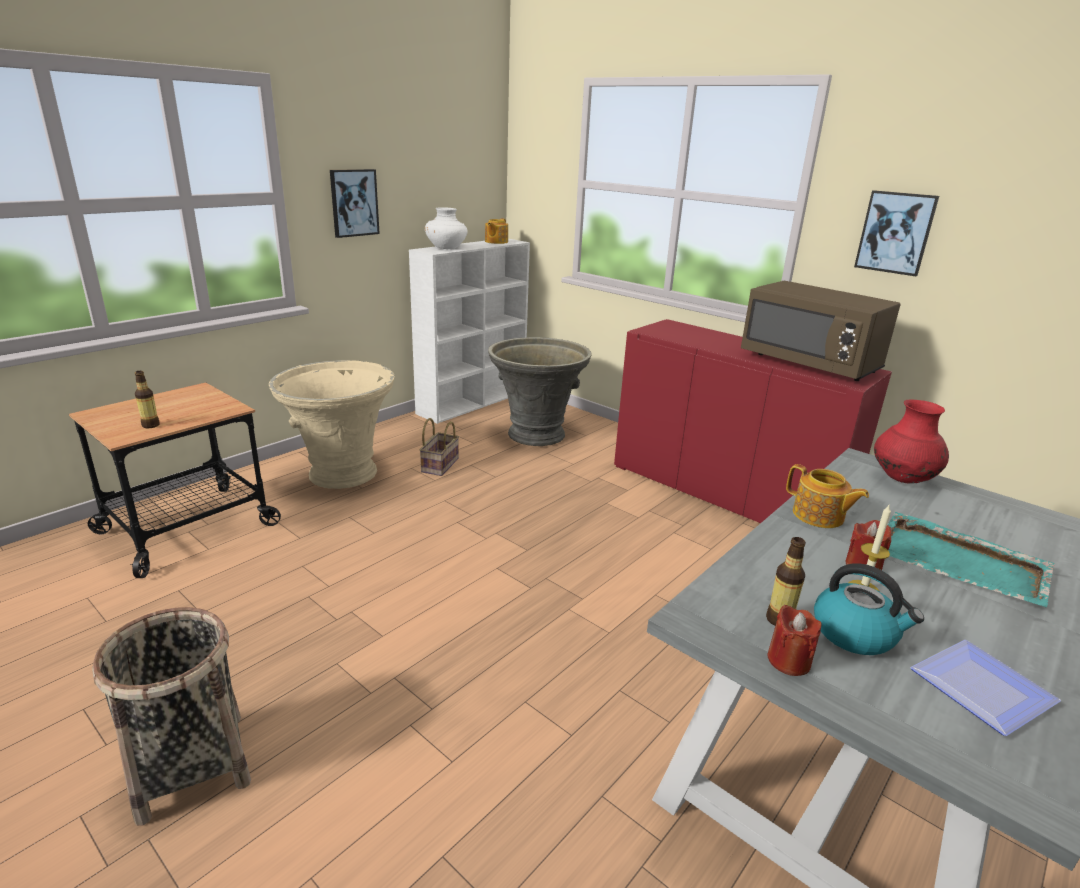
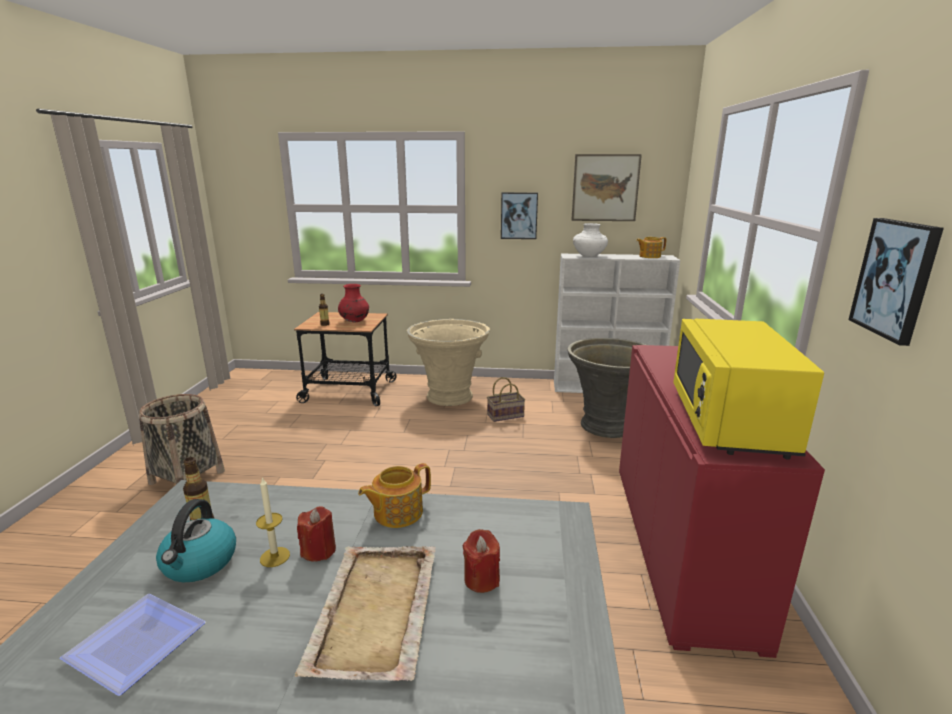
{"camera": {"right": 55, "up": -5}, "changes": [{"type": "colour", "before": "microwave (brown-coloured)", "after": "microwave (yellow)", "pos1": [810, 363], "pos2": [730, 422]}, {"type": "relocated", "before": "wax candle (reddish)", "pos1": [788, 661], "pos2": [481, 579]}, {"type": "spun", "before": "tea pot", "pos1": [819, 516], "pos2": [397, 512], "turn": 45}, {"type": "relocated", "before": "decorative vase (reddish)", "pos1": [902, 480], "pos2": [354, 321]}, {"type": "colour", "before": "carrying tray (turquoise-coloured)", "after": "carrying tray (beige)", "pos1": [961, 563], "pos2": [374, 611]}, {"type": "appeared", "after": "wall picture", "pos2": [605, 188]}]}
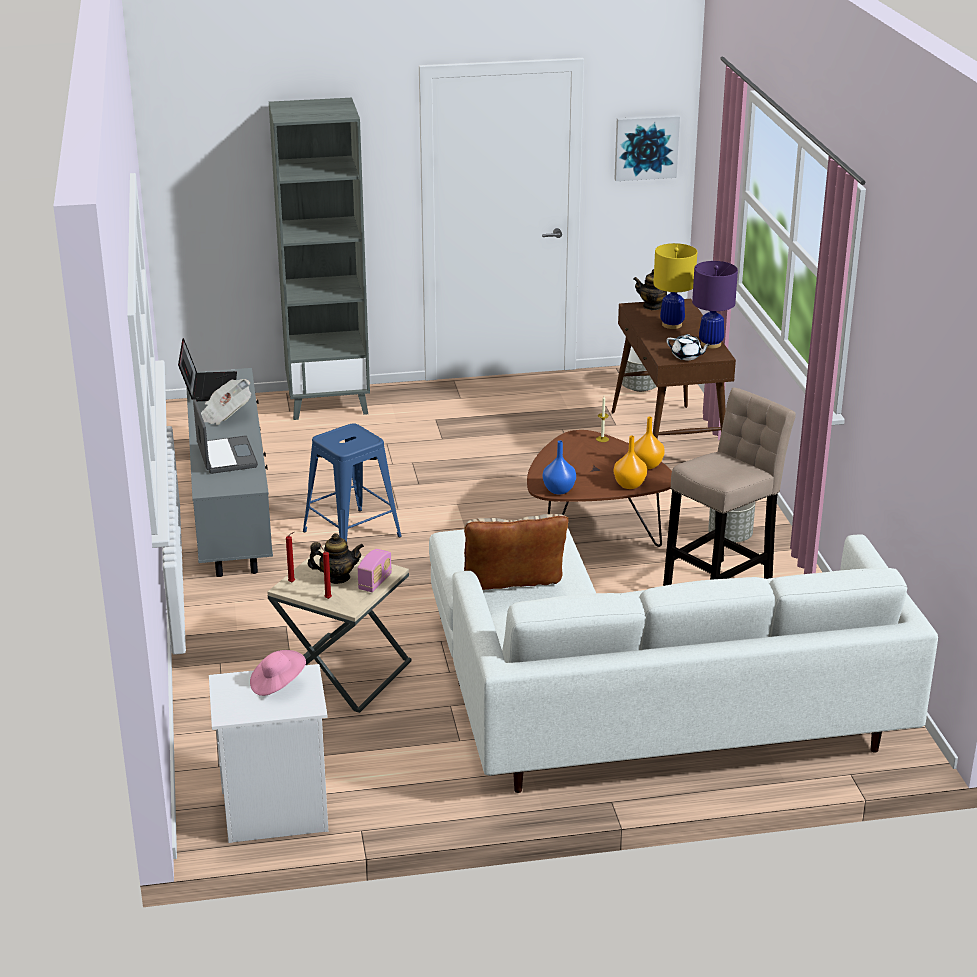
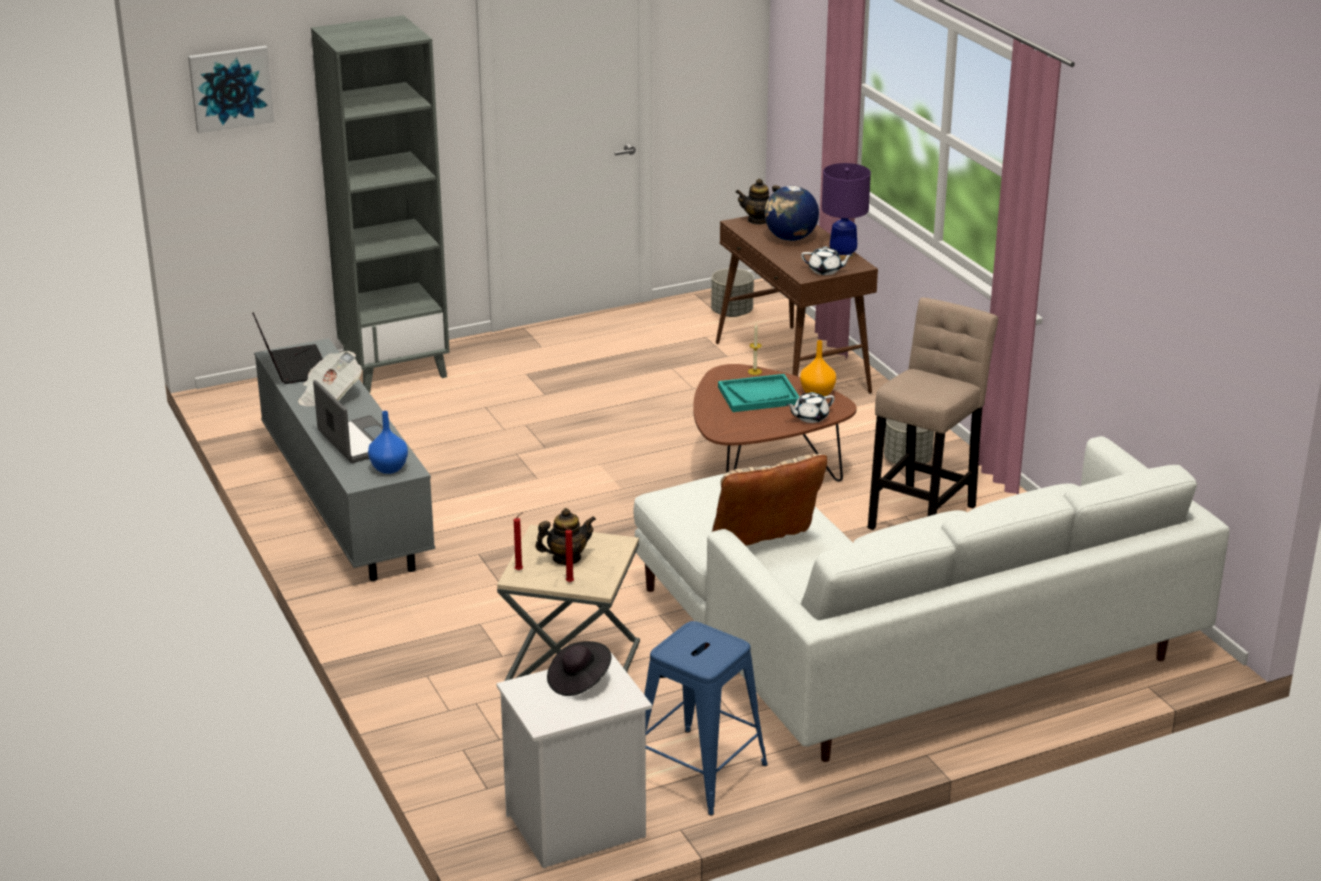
{"camera": {"right": -15, "up": 0}, "changes": [{"type": "colour", "before": "wearable hat (pink)", "after": "wearable hat (black)", "pos1": [277, 684], "pos2": [579, 681]}, {"type": "relocated", "before": "stool seat (bluish)", "pos1": [351, 534], "pos2": [699, 772]}, {"type": "missing", "before": "radio set", "pos1": [375, 582]}, {"type": "relocated", "before": "decorative vase (bluish)", "pos1": [558, 490], "pos2": [388, 468]}, {"type": "relocated", "before": "wall picture", "pos1": [646, 147], "pos2": [230, 88]}, {"type": "exchanged", "before": "decorative vase (orangey)", "after": "tea pot (white-coloured)", "pos1": [629, 485], "pos2": [810, 417]}, {"type": "exchanged", "before": "table lamp (yellow)", "after": "world globe", "pos1": [672, 325], "pos2": [790, 238]}, {"type": "appeared", "after": "carrying tray (turquoise-coloured)", "pos2": [759, 395]}]}
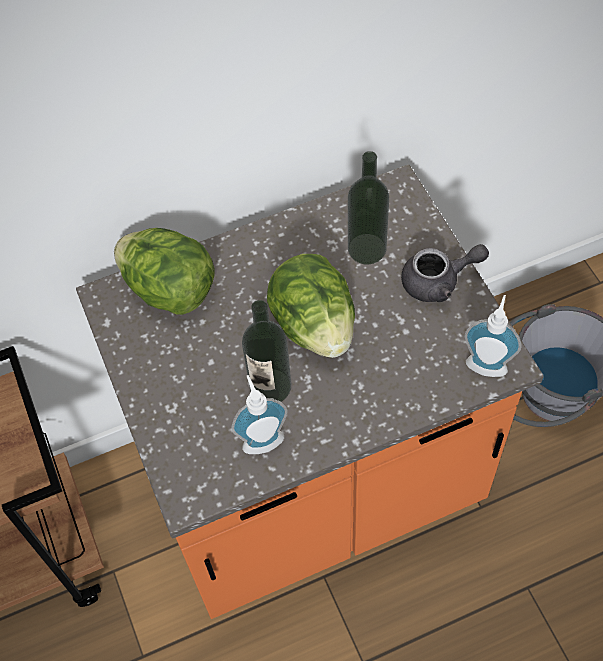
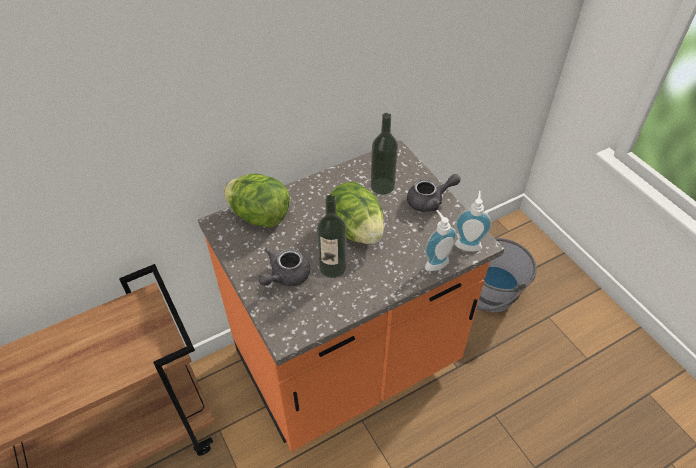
{"camera": {"right": -10, "up": -10}, "changes": [{"type": "relocated", "before": "soap bottle", "pos1": [261, 438], "pos2": [435, 262]}, {"type": "appeared", "after": "tea pot (grey)", "pos2": [285, 276]}]}
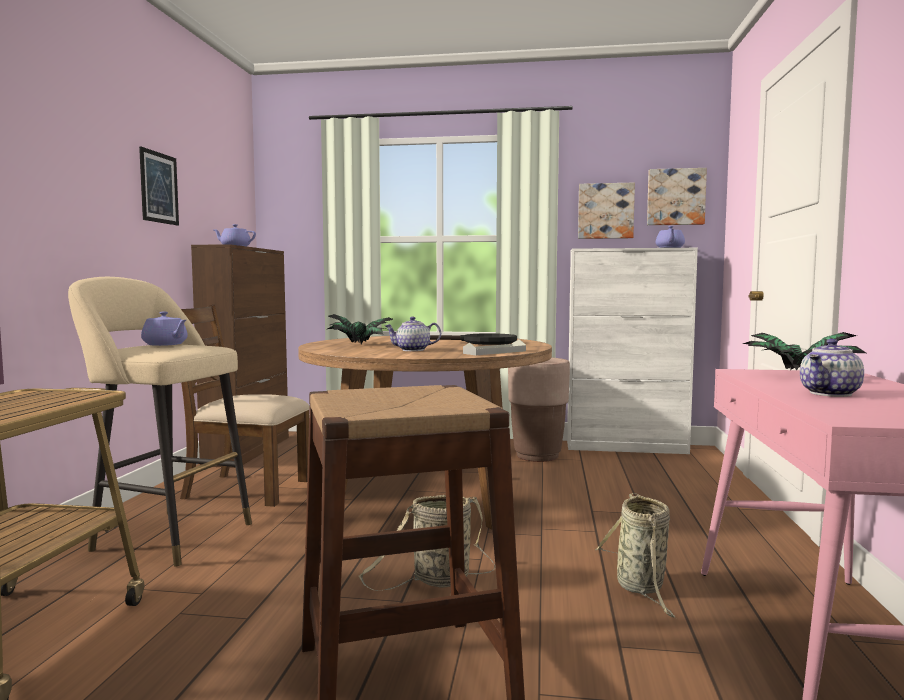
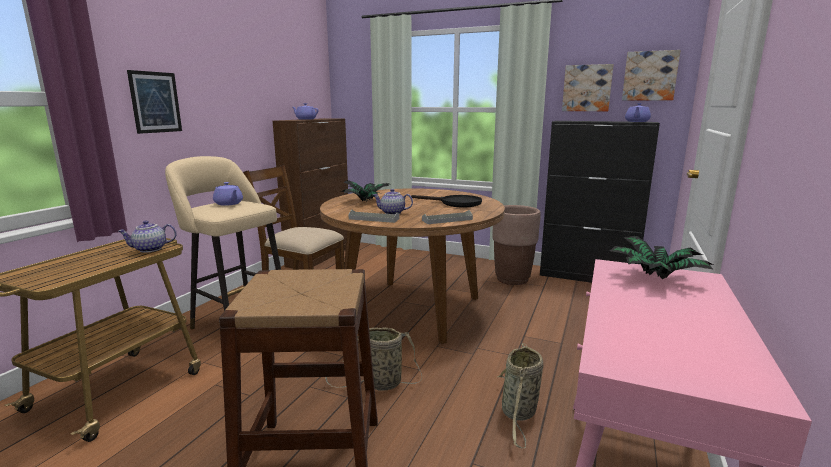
{"camera": {"right": 15, "up": 10}, "changes": [{"type": "relocated", "before": "wall picture", "pos1": [159, 187], "pos2": [155, 102]}, {"type": "colour", "before": "storage cabinet (white-coloured)", "after": "storage cabinet (black)", "pos1": [626, 447], "pos2": [587, 277]}, {"type": "relocated", "before": "tea pot", "pos1": [831, 394], "pos2": [150, 249]}, {"type": "appeared", "after": "carrying tray (grey)", "pos2": [374, 219]}]}
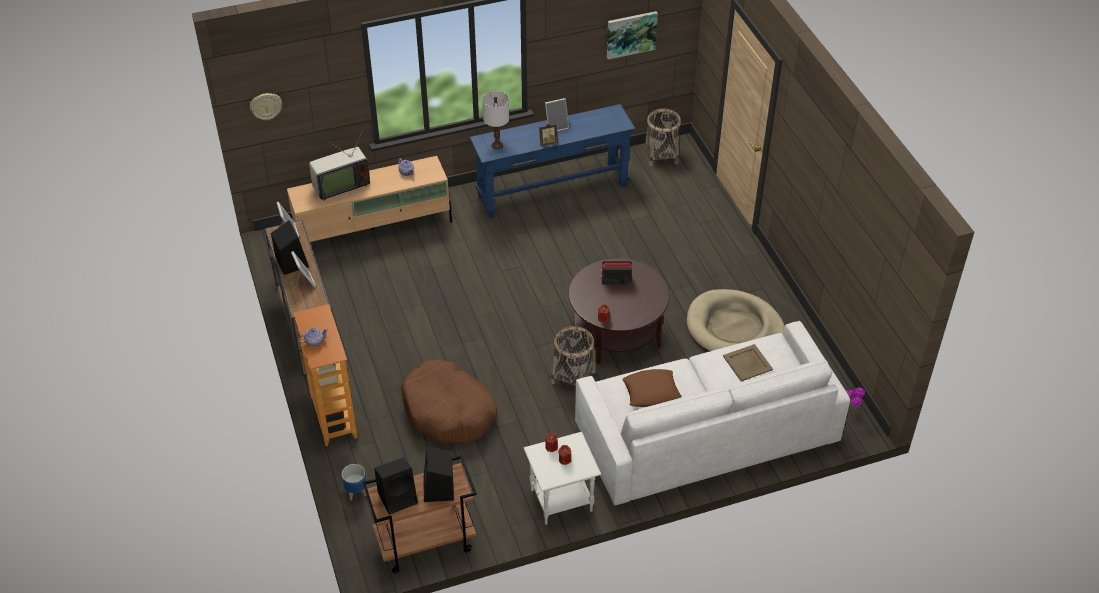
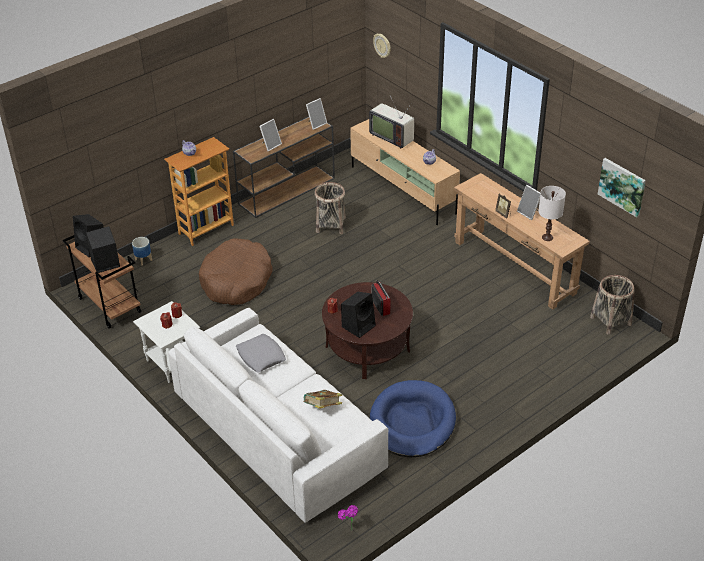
{"camera": {"right": 70, "up": -5}, "changes": [{"type": "relocated", "before": "loudspeaker (black)", "pos1": [291, 262], "pos2": [359, 325]}, {"type": "colour", "before": "narrow table (bluish)", "after": "narrow table (brown-coloured)", "pos1": [552, 190], "pos2": [514, 267]}, {"type": "relocated", "before": "table lamp (white-coloured)", "pos1": [497, 145], "pos2": [547, 237]}, {"type": "relocated", "before": "household basket", "pos1": [573, 376], "pos2": [330, 225]}, {"type": "colour", "before": "pillow (brown-coloured)", "after": "pillow (grey)", "pos1": [651, 392], "pos2": [261, 356]}, {"type": "colour", "before": "dog bed (beige)", "after": "dog bed (bluish)", "pos1": [734, 329], "pos2": [412, 422]}, {"type": "exchanged", "before": "carrying tray (beige)", "after": "bound book", "pos1": [747, 362], "pos2": [322, 408]}]}
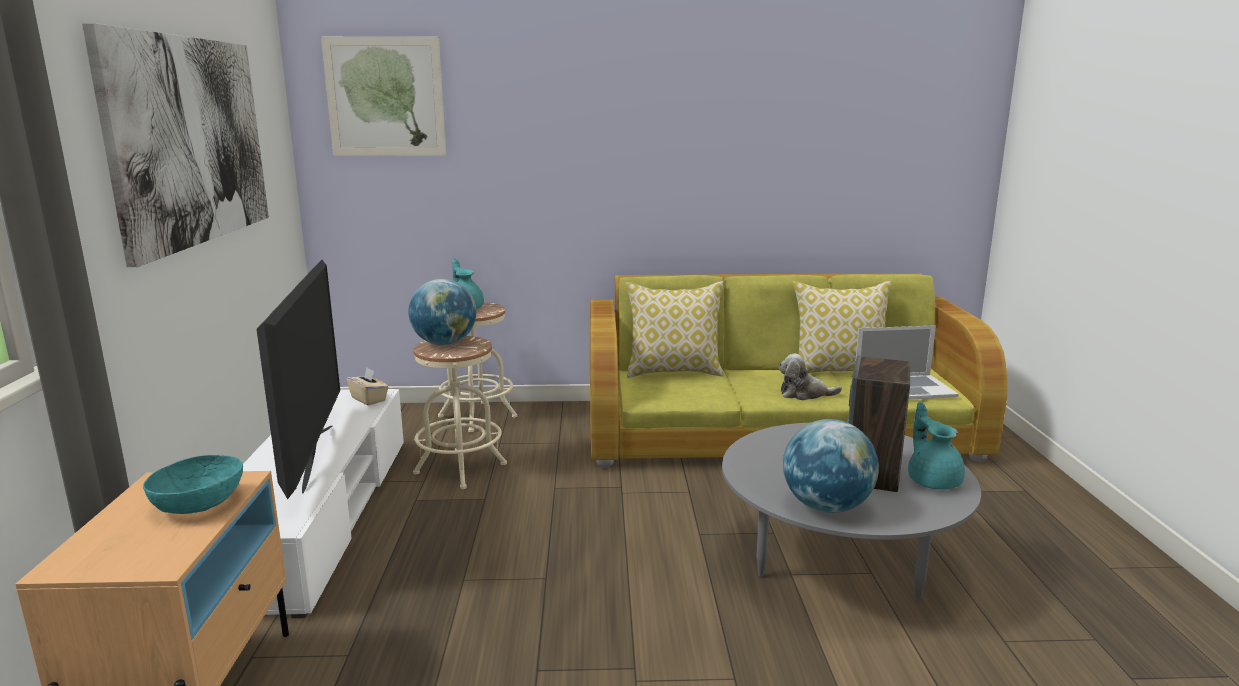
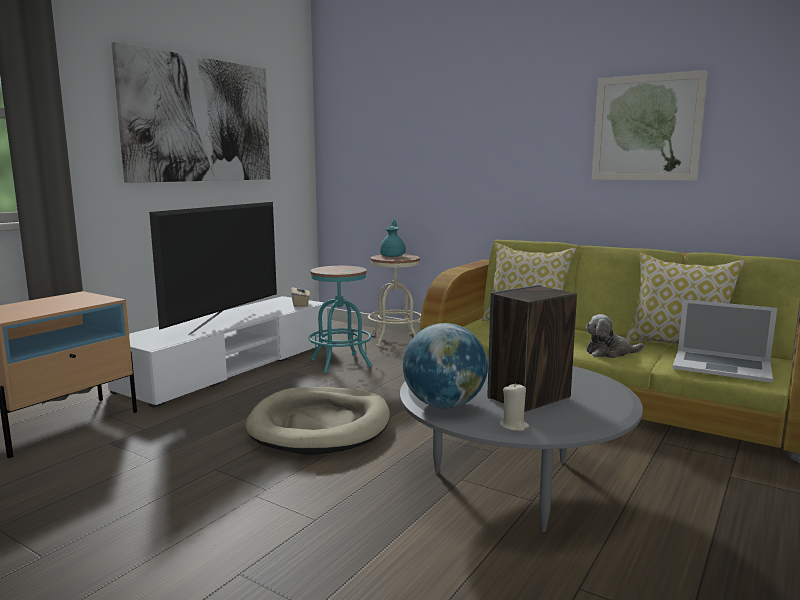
{"camera": {"right": 35, "up": -5}, "changes": [{"type": "missing", "before": "bowl (turquoise-coloured)", "pos1": [199, 504]}, {"type": "relocated", "before": "wall picture", "pos1": [385, 97], "pos2": [646, 128]}, {"type": "missing", "before": "world globe", "pos1": [445, 343]}, {"type": "colour", "before": "stool seat (beige)", "after": "stool seat (turquoise-coloured)", "pos1": [460, 469], "pos2": [340, 363]}, {"type": "spun", "before": "plush toy", "pos1": [804, 394], "pos2": [609, 353], "turn": -45}, {"type": "missing", "before": "tea pot (turquoise-coloured)", "pos1": [933, 480]}, {"type": "appeared", "after": "dog bed (beige)", "pos2": [320, 425]}, {"type": "appeared", "after": "wax candle (beige)", "pos2": [514, 426]}]}
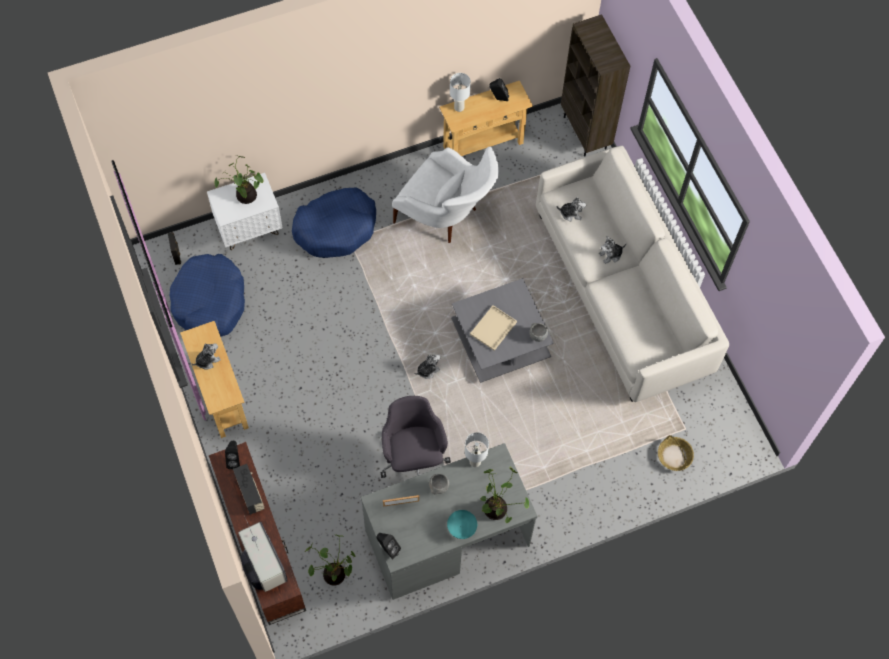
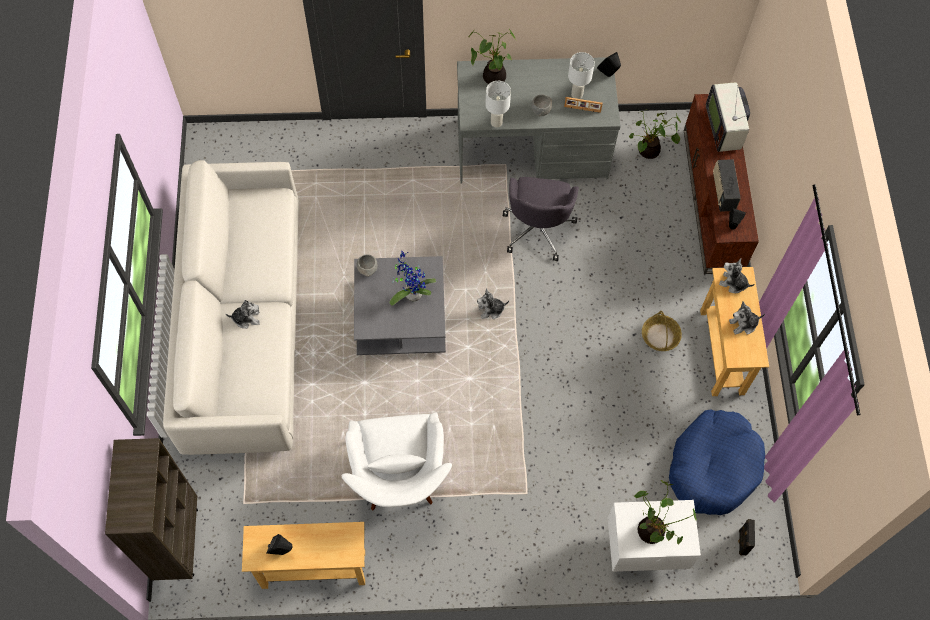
{"camera": {"right": -160, "up": 0}, "changes": [{"type": "missing", "before": "dog bed (bluish)", "pos1": [336, 228]}, {"type": "spun", "before": "armchair (white-coloured)", "pos1": [447, 217], "pos2": [399, 483], "turn": -150}, {"type": "missing", "before": "bowl (turquoise-coloured)", "pos1": [461, 527]}, {"type": "relocated", "before": "table lamp (white-coloured)", "pos1": [459, 108], "pos2": [577, 94]}, {"type": "exchanged", "before": "carrying tray (beige)", "after": "potted plant", "pos1": [493, 329], "pos2": [412, 293]}, {"type": "relocated", "before": "plush toy", "pos1": [571, 213], "pos2": [733, 283]}, {"type": "relocated", "before": "household basket", "pos1": [674, 456], "pos2": [660, 336]}]}
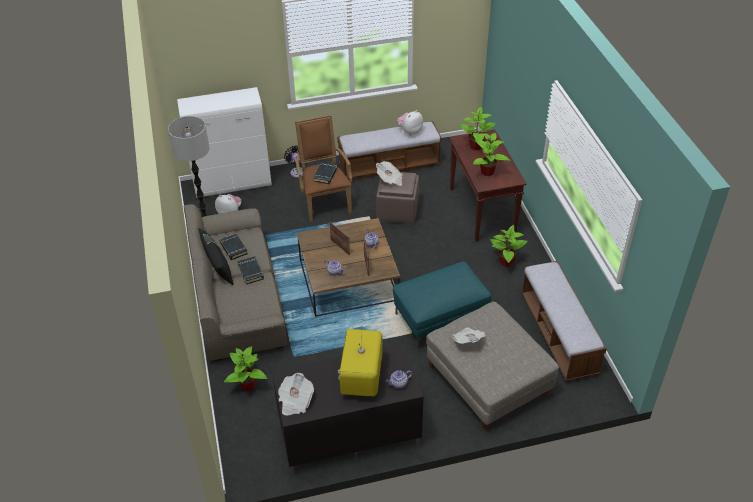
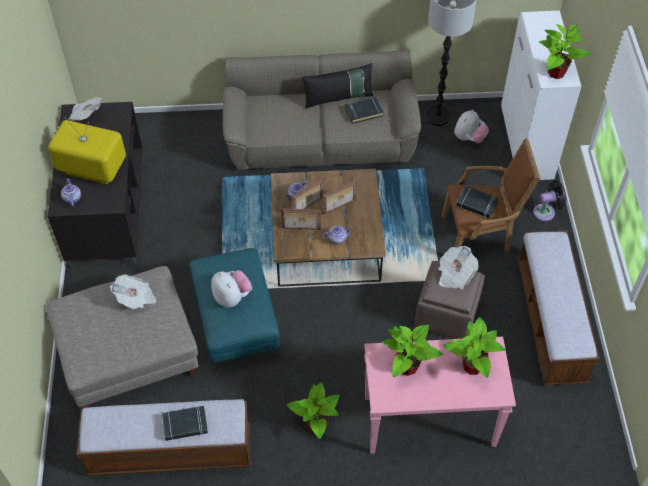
{"camera": {"right": 100, "up": 10}, "changes": [{"type": "relocated", "before": "potted plant", "pos1": [248, 385], "pos2": [555, 72]}, {"type": "relocated", "before": "bound book (black)", "pos1": [251, 272], "pos2": [185, 425]}, {"type": "relocated", "before": "plush toy", "pos1": [410, 131], "pos2": [232, 297]}, {"type": "colour", "before": "narrow table (brown-coloured)", "after": "narrow table (pink)", "pos1": [482, 211], "pos2": [428, 422]}, {"type": "appeared", "after": "photo frame", "pos2": [307, 207]}]}
